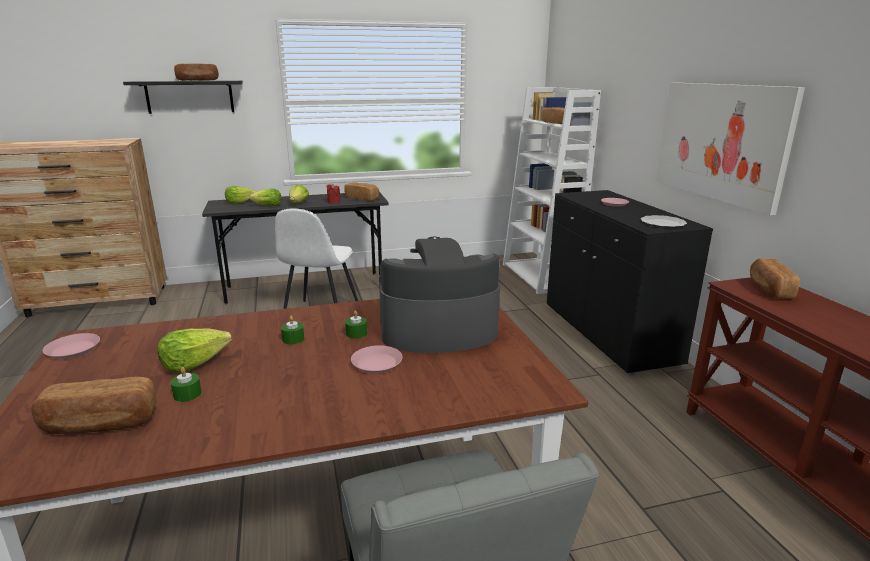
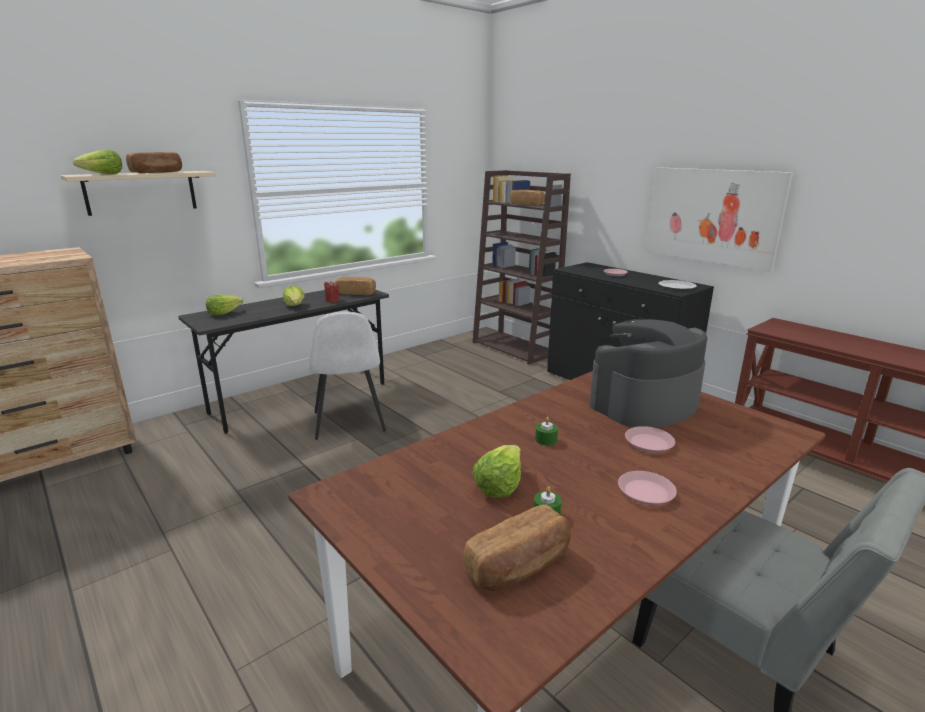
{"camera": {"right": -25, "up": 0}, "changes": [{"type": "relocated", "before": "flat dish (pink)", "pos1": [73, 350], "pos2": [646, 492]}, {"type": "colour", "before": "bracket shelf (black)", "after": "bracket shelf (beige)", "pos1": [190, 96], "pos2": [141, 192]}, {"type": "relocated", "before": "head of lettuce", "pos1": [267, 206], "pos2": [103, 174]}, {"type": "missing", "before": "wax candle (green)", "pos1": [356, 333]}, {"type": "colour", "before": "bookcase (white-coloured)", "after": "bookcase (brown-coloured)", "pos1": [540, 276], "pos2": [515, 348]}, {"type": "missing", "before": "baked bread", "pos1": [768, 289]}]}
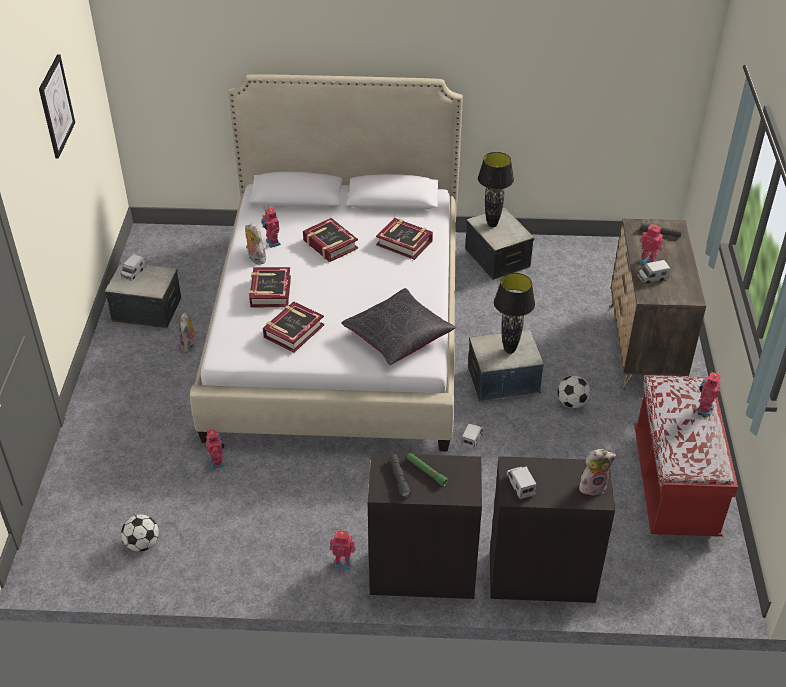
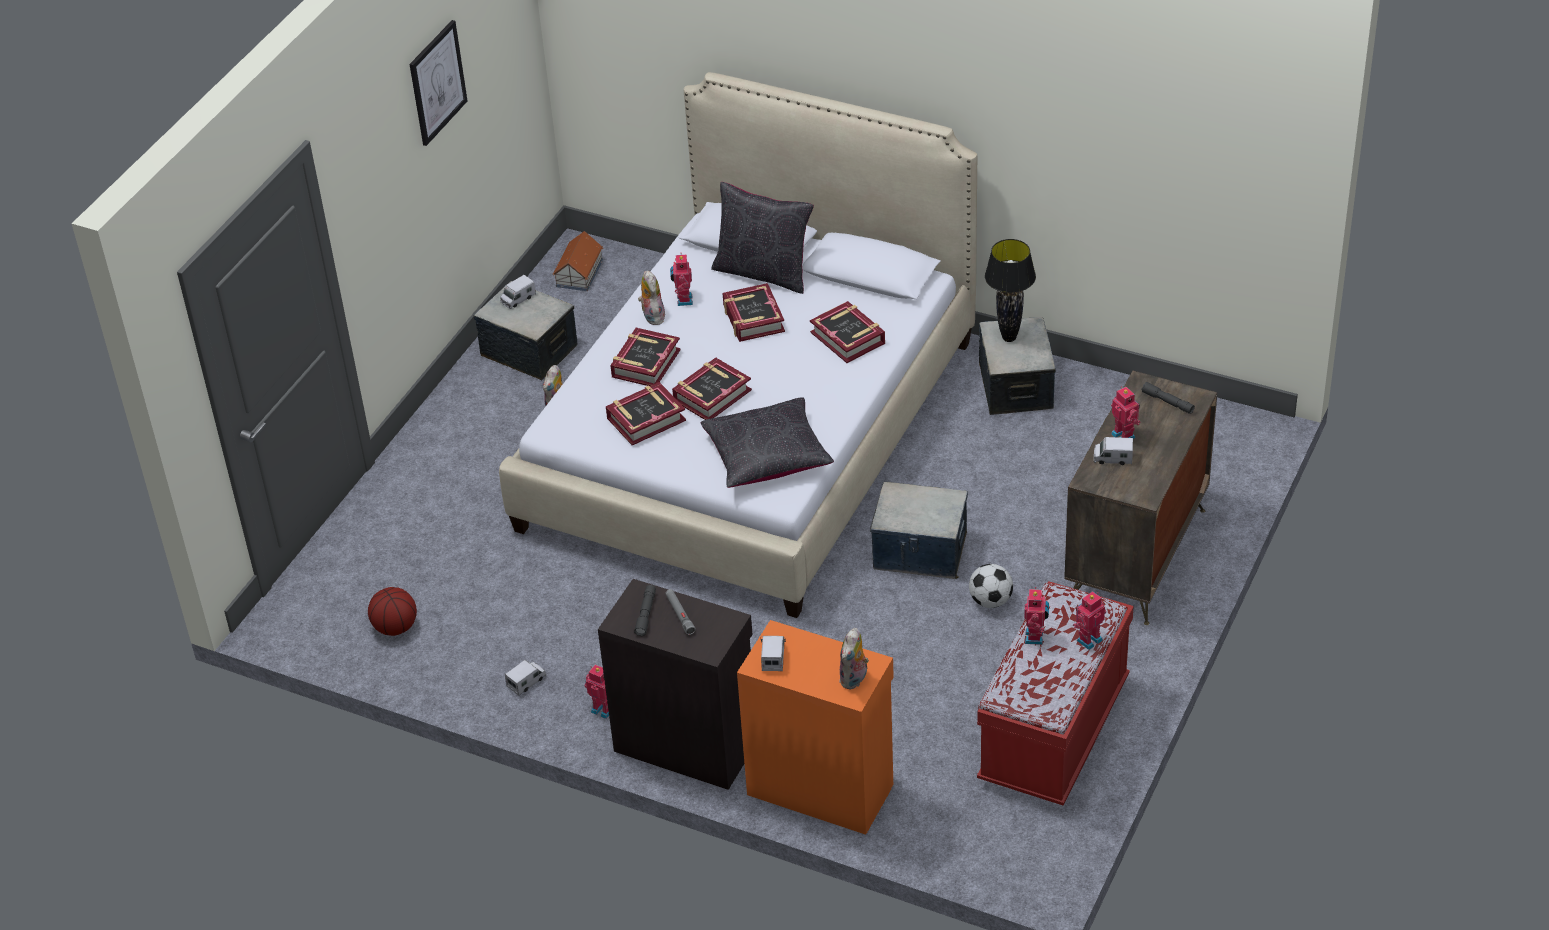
{"camera": {"right": 25, "up": 0}, "changes": [{"type": "exchanged", "before": "football", "after": "ball for basketball", "pos1": [142, 544], "pos2": [395, 627]}, {"type": "relocated", "before": "model robot", "pos1": [218, 462], "pos2": [1035, 637]}, {"type": "colour", "before": "hand torch (green)", "after": "hand torch (grey)", "pos1": [426, 471], "pos2": [680, 614]}, {"type": "relocated", "before": "model truck", "pos1": [472, 439], "pos2": [527, 682]}, {"type": "colour", "before": "storage cabinet (black)", "after": "storage cabinet (orangey)", "pos1": [540, 575], "pos2": [820, 787]}, {"type": "missing", "before": "table lamp (black)", "pos1": [509, 350]}, {"type": "spun", "before": "plush toy", "pos1": [593, 485], "pos2": [854, 679], "turn": 105}, {"type": "appeared", "after": "model house", "pos2": [580, 273]}, {"type": "appeared", "after": "bound book", "pos2": [712, 395]}, {"type": "appeared", "after": "pillow (black)", "pos2": [763, 272]}]}
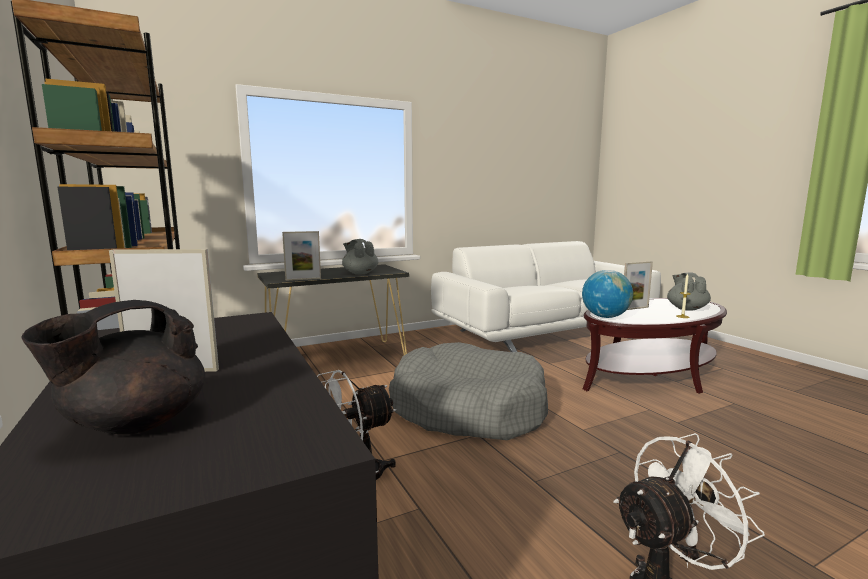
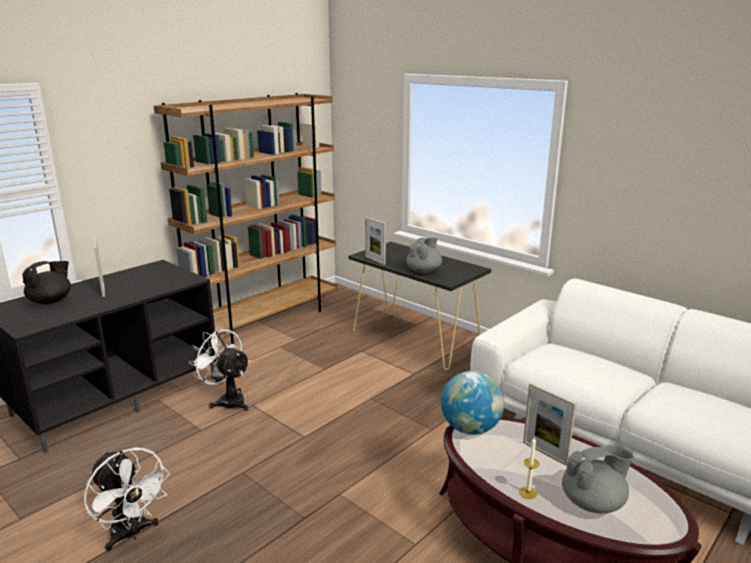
{"camera": {"right": 70, "up": 10}, "changes": [{"type": "spun", "before": "tea pot (black)", "pos1": [135, 424], "pos2": [51, 301], "turn": 105}, {"type": "missing", "before": "dog bed (grey)", "pos1": [467, 409]}]}
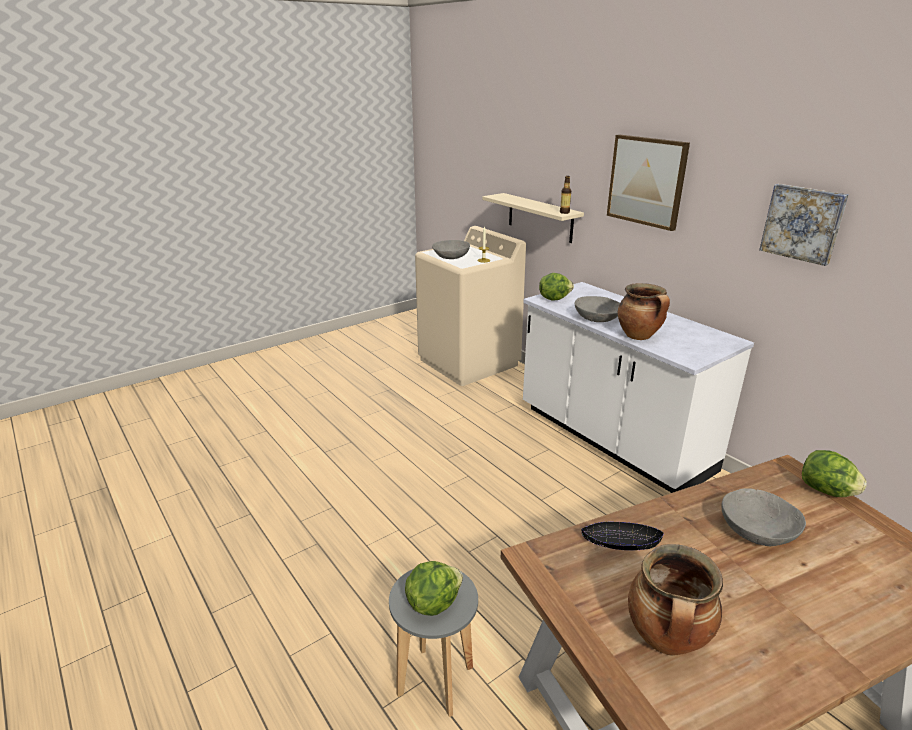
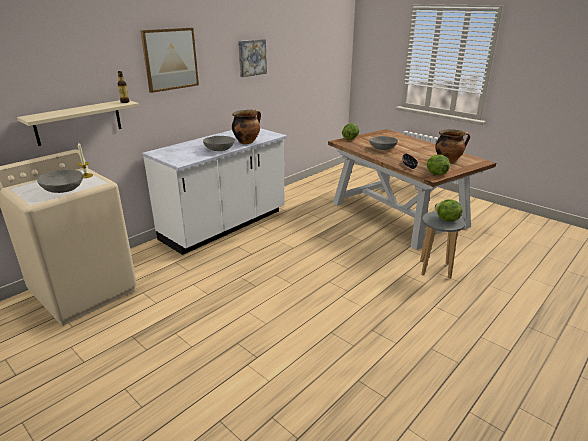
{"camera": {"right": -100, "up": 0}, "changes": [{"type": "relocated", "before": "head of lettuce", "pos1": [554, 298], "pos2": [436, 174]}]}
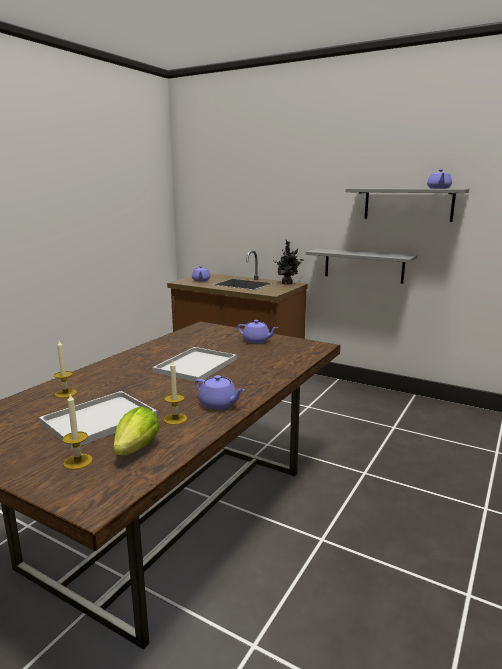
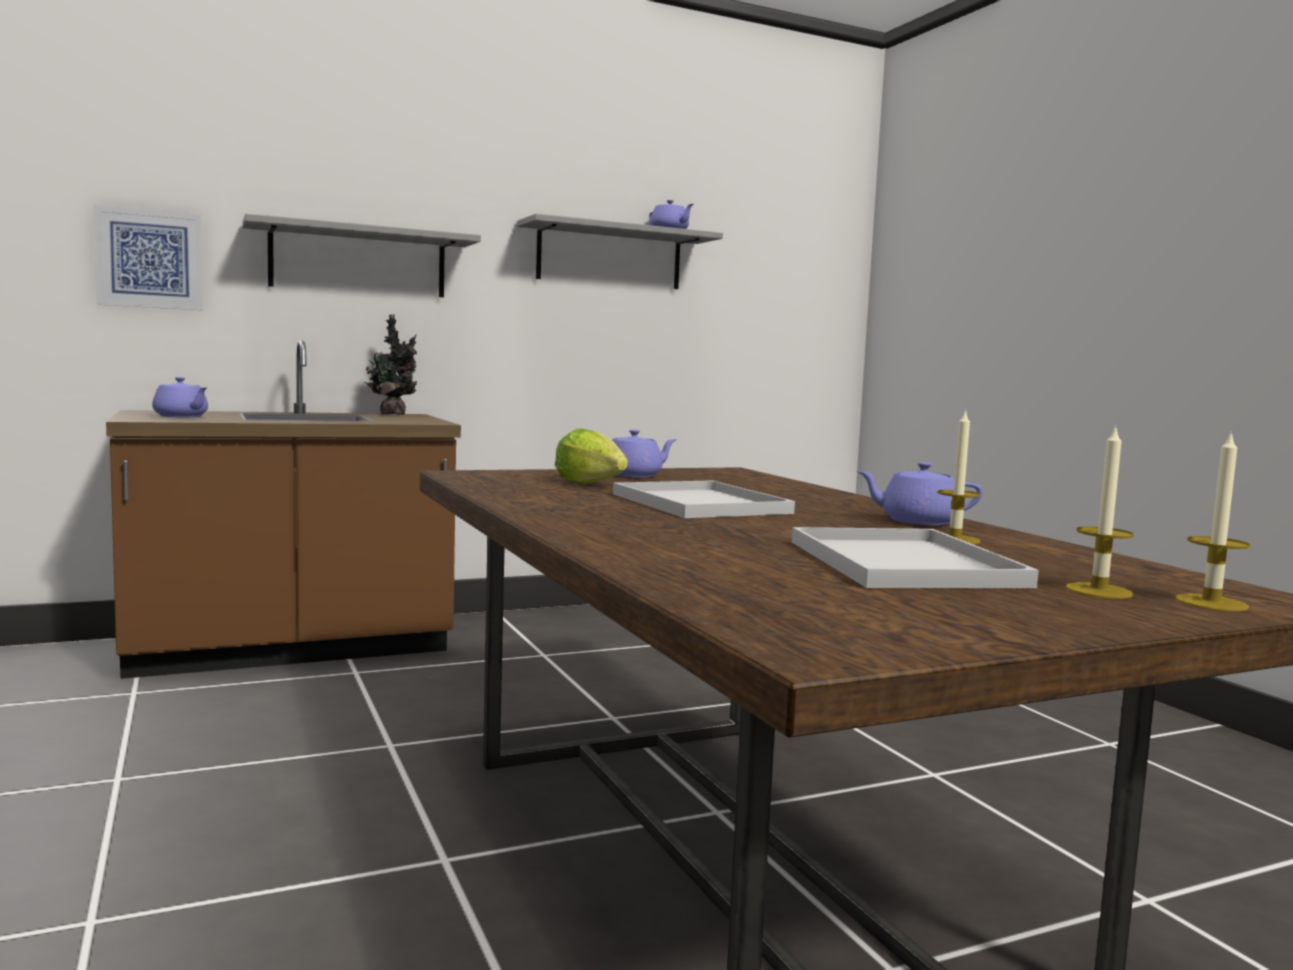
{"camera": {"right": -55, "up": -10}, "changes": [{"type": "relocated", "before": "wax candle", "pos1": [65, 393], "pos2": [1211, 603]}, {"type": "relocated", "before": "head of lettuce", "pos1": [137, 449], "pos2": [590, 484]}, {"type": "spun", "before": "tea pot (purplish)", "pos1": [219, 404], "pos2": [917, 521], "turn": -150}, {"type": "relocated", "before": "bracket shelf (grey)", "pos1": [363, 265], "pos2": [358, 261]}, {"type": "appeared", "after": "wall picture", "pos2": [149, 259]}]}
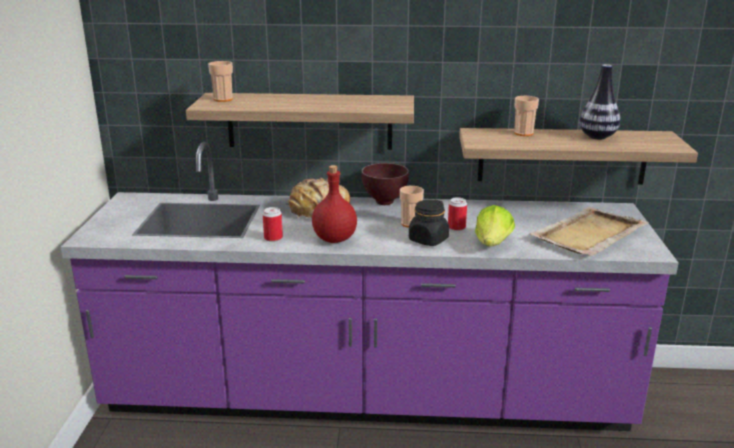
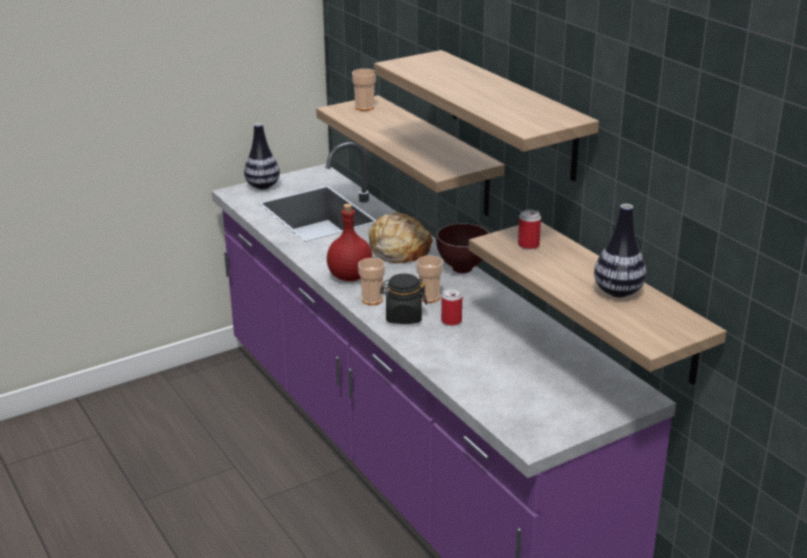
{"camera": {"right": 55, "up": 5}, "changes": [{"type": "relocated", "before": "sealed can", "pos1": [273, 238], "pos2": [528, 245]}, {"type": "missing", "before": "head of lettuce", "pos1": [493, 244]}, {"type": "relocated", "before": "small cup", "pos1": [523, 133], "pos2": [372, 300]}, {"type": "missing", "before": "carrying tray (beige)", "pos1": [588, 234]}, {"type": "appeared", "after": "decorative vase", "pos2": [263, 186]}, {"type": "appeared", "after": "bracket shelf", "pos2": [512, 114]}]}
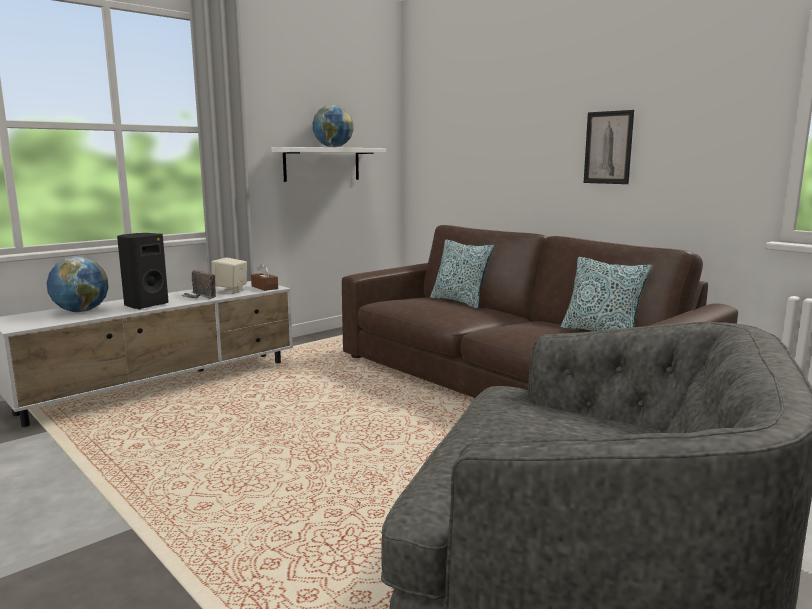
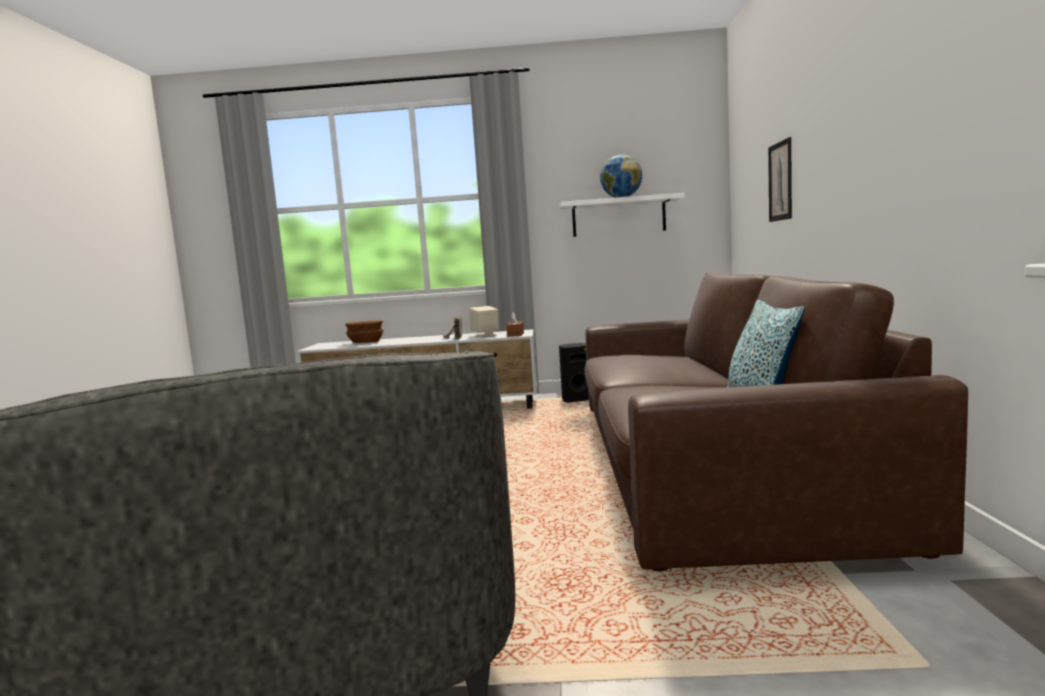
{"camera": {"right": 45, "up": -5}, "changes": [{"type": "exchanged", "before": "world globe", "after": "bowl (brown-coloured)", "pos1": [81, 311], "pos2": [365, 342]}, {"type": "relocated", "before": "loudspeaker (black)", "pos1": [145, 305], "pos2": [576, 399]}, {"type": "missing", "before": "pillow", "pos1": [459, 301]}, {"type": "relocated", "before": "wall picture", "pos1": [608, 147], "pos2": [780, 181]}]}
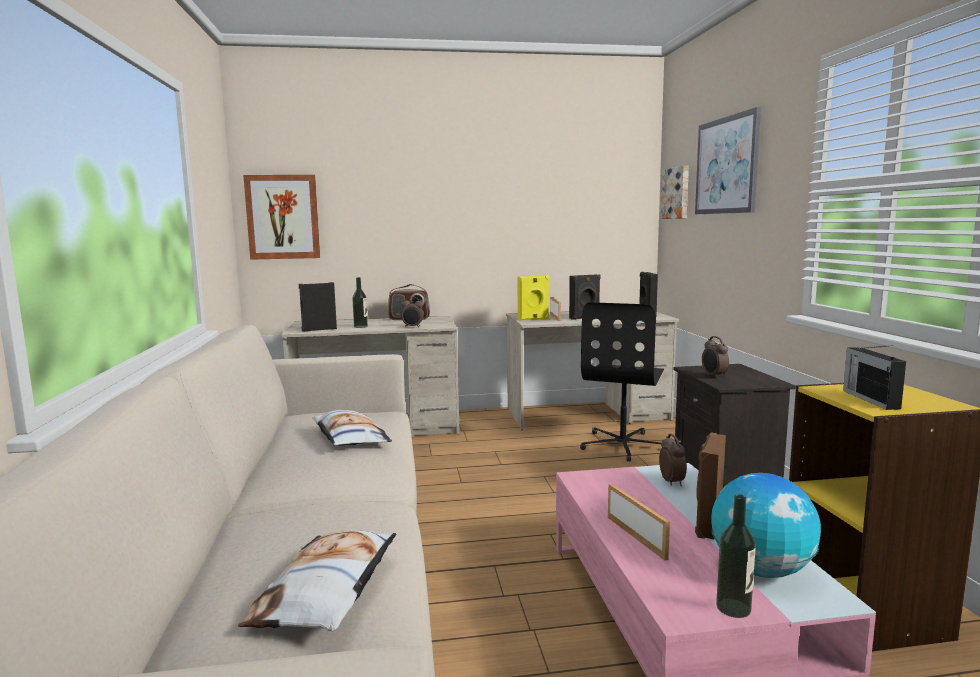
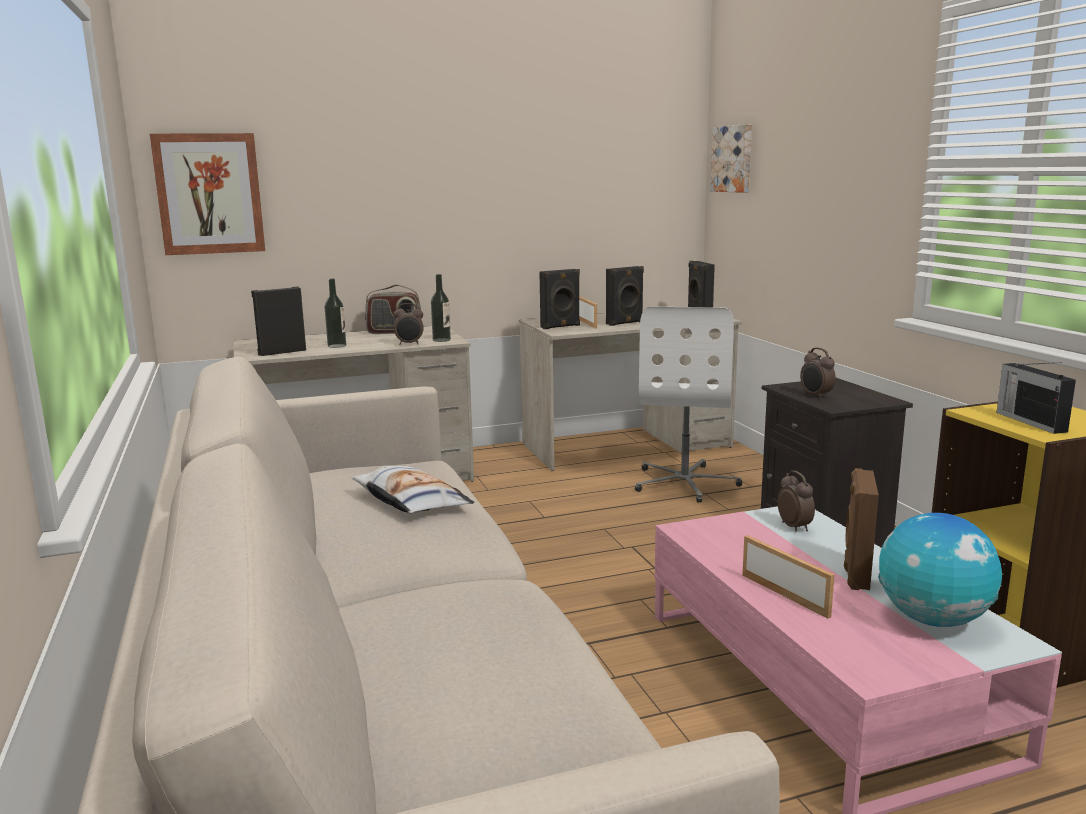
{"camera": {"right": -10, "up": 5}, "changes": [{"type": "missing", "before": "pillow", "pos1": [328, 590]}, {"type": "colour", "before": "loudspeaker (yellow)", "after": "loudspeaker (black)", "pos1": [533, 319], "pos2": [561, 326]}, {"type": "colour", "before": "computer chair (black)", "after": "computer chair (white-coloured)", "pos1": [623, 445], "pos2": [685, 482]}, {"type": "missing", "before": "wall picture", "pos1": [726, 165]}, {"type": "relocated", "before": "beverage bottle", "pos1": [733, 608], "pos2": [441, 340]}]}
